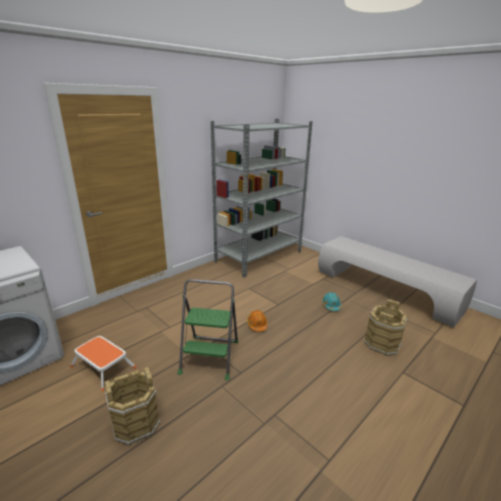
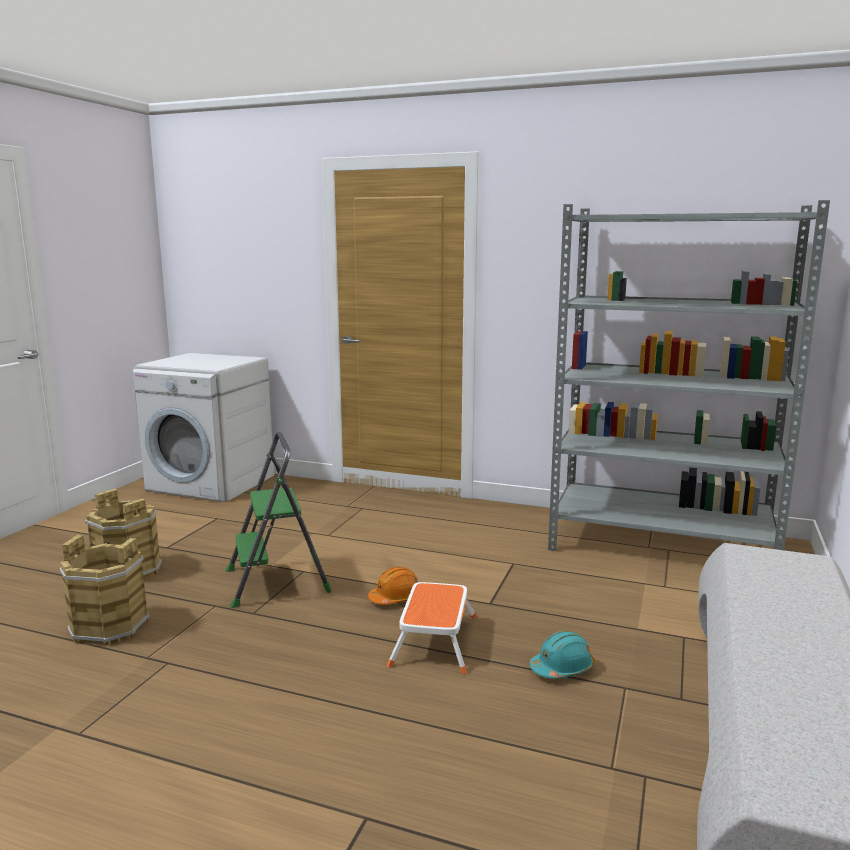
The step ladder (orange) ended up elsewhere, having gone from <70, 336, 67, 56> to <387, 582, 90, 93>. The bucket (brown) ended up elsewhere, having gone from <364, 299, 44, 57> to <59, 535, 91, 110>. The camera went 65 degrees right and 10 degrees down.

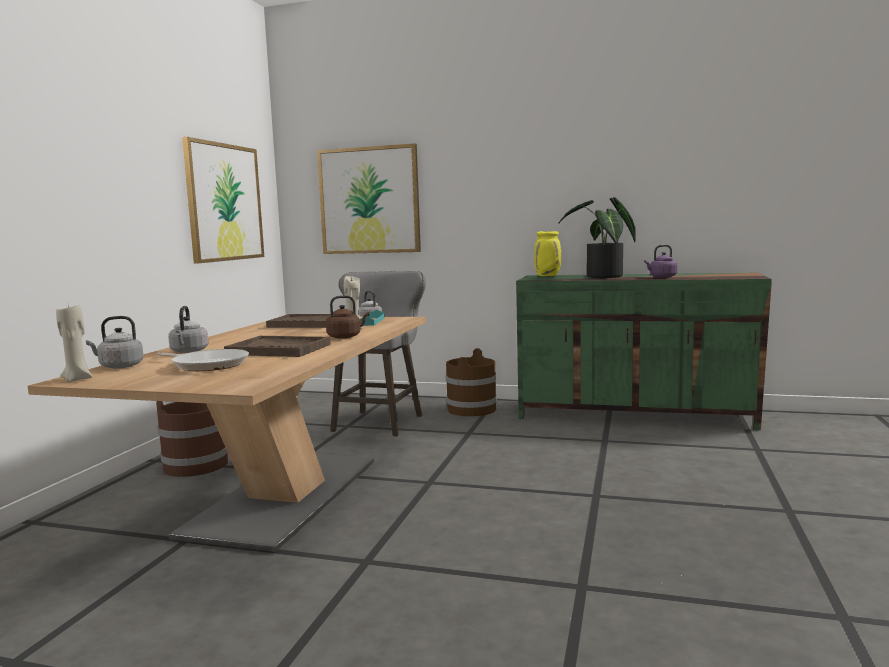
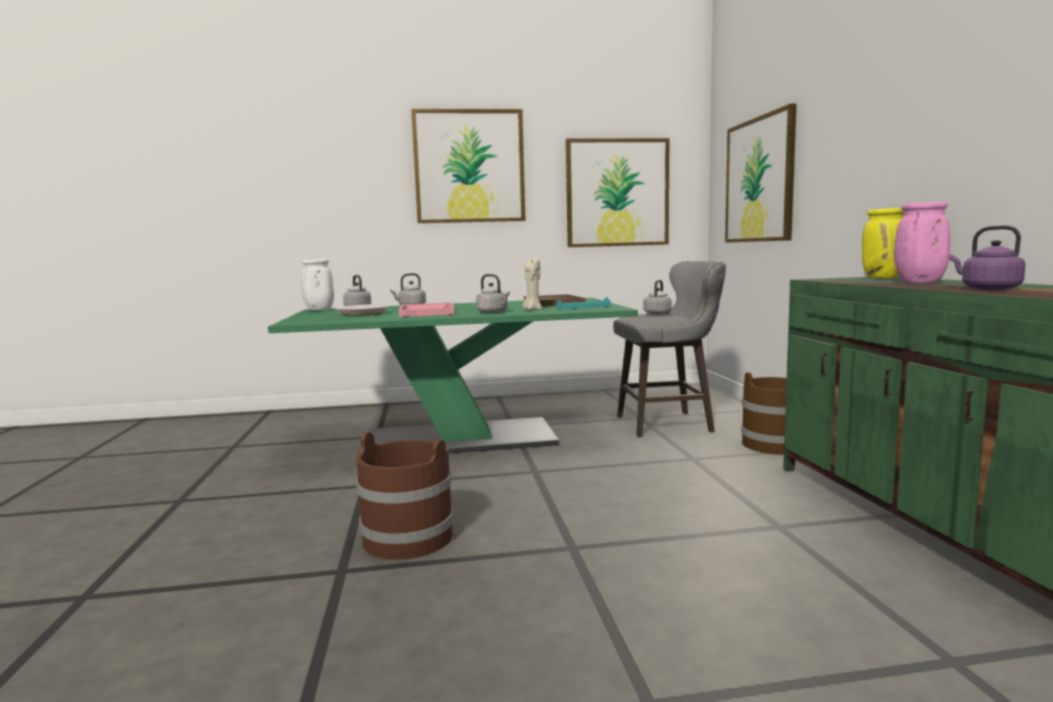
The second view gained the picture at <411, 109, 115, 114>. The bucket (brown) ended up elsewhere, having gone from <156, 401, 72, 76> to <356, 432, 97, 128>. Where the candle (beige) stood at <56, 305, 36, 77>, the vase (white) came to stand at <301, 259, 33, 52>. Where the potted plant stood at <558, 197, 78, 81>, the vase (pink) came to stand at <894, 201, 56, 82>. What was the dining table (beige) at <28, 316, 398, 236> turned into the dining table (green) at <268, 298, 370, 155>. What was the tray (brown) at <224, 336, 107, 21> turned into the tray (pink) at <399, 302, 56, 15>. What was the kettle (brown) at <326, 295, 43, 44> turned into the kettle (grey) at <476, 274, 34, 39>. The camera went 65 degrees right and 0 degrees up.

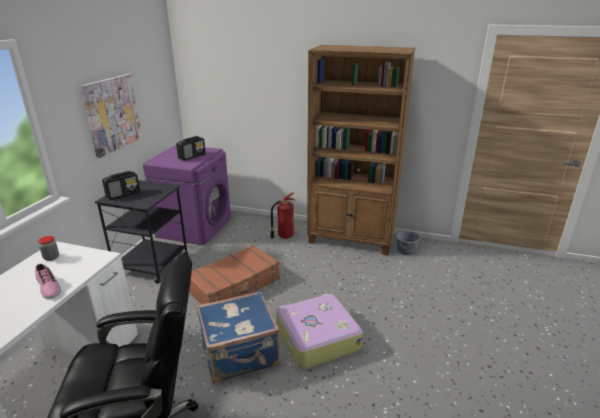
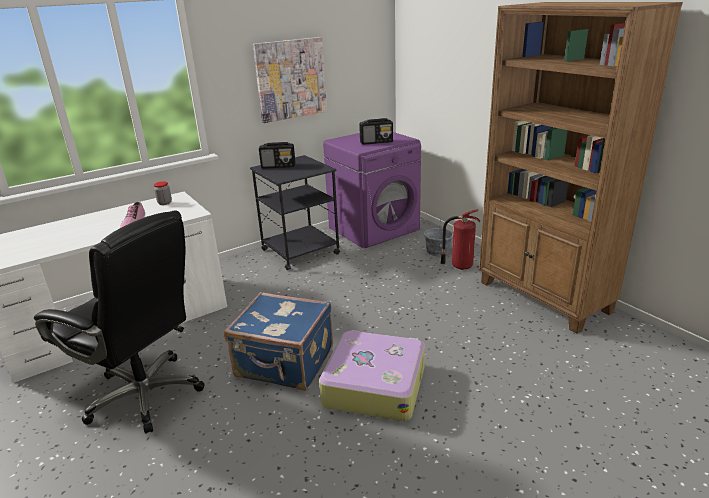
The second view lost the suitcase (brown) at <189, 245, 91, 60>. The bucket (grey) ended up elsewhere, having gone from <396, 225, 25, 30> to <424, 219, 29, 37>. The camera went 40 degrees right and 0 degrees up.

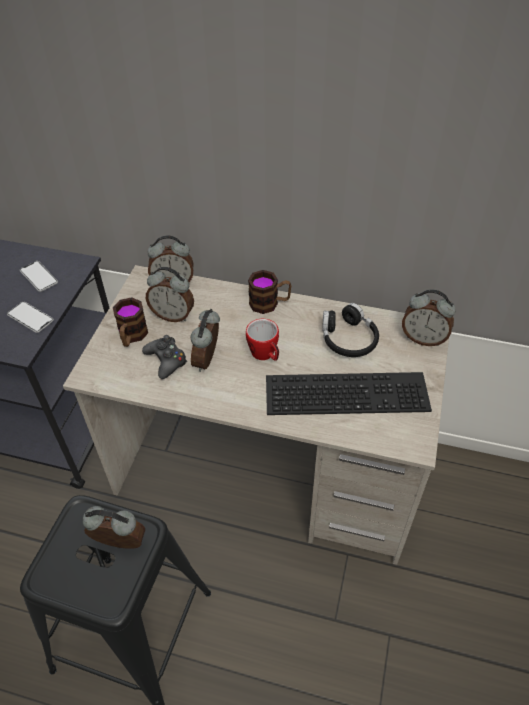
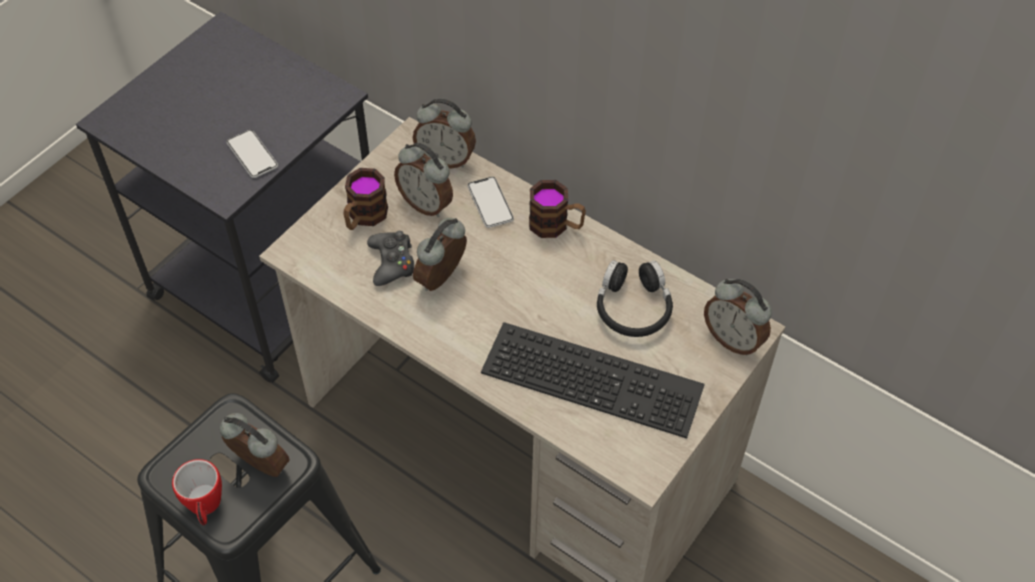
The phone ended up elsewhere, having gone from <20, 261, 38, 31> to <467, 177, 47, 51>. The mug ended up elsewhere, having gone from <246, 319, 33, 42> to <172, 459, 50, 67>. The camera went 20 degrees right and 5 degrees up.

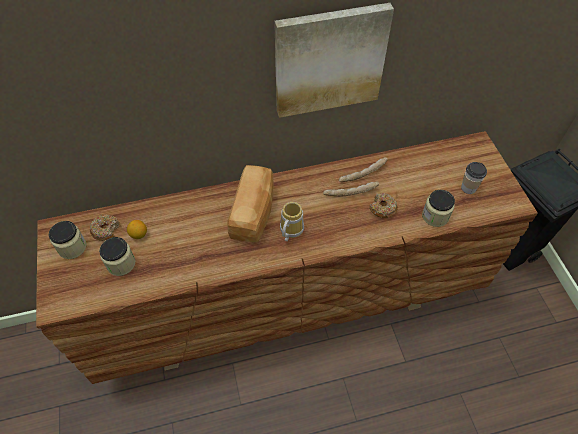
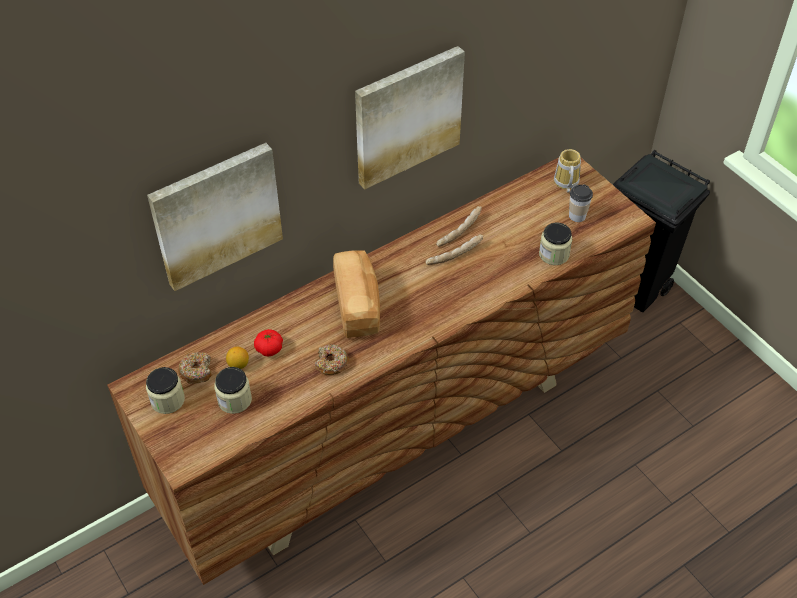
The second view gained the picture at <147, 143, 136, 148>. The second view gained the tomato at <254, 329, 29, 27>. The mug ended up elsewhere, having gone from <280, 202, 24, 39> to <554, 149, 27, 44>. The donut ended up elsewhere, having gone from <369, 193, 29, 25> to <315, 344, 34, 31>. The camera went 20 degrees left and 5 degrees down.

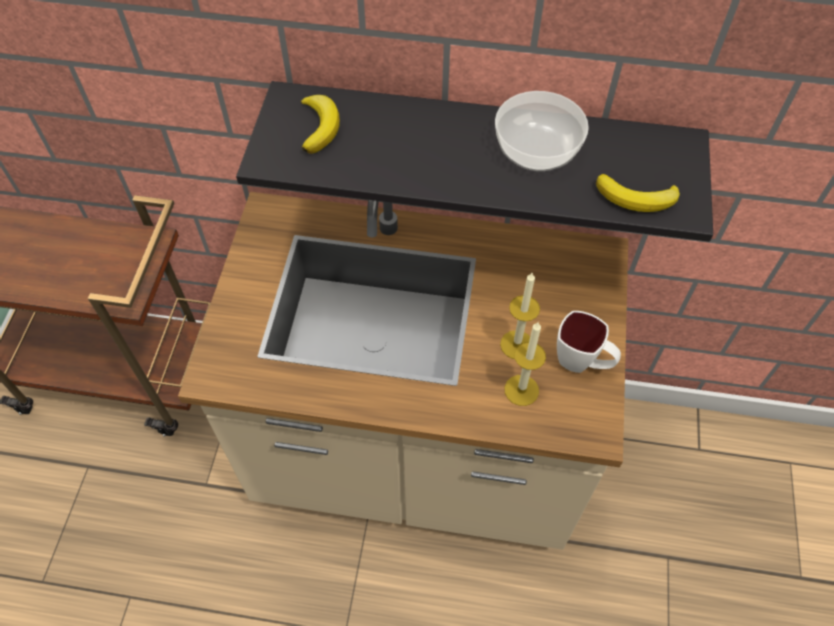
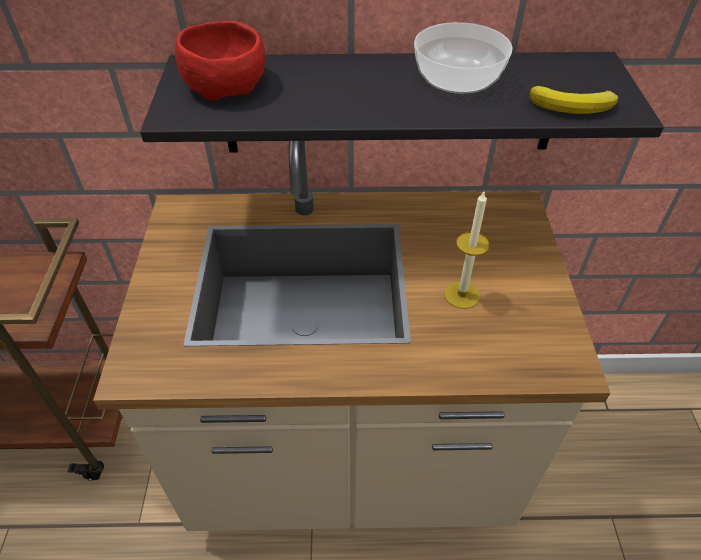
The second view lost the candle at <504, 322, 42, 84>. The second view lost the mug (white) at <557, 311, 64, 62>. Where the banana stood at <301, 95, 39, 59>, the bowl (red) came to stand at <175, 21, 91, 79>. The camera went 10 degrees left and 10 degrees down.

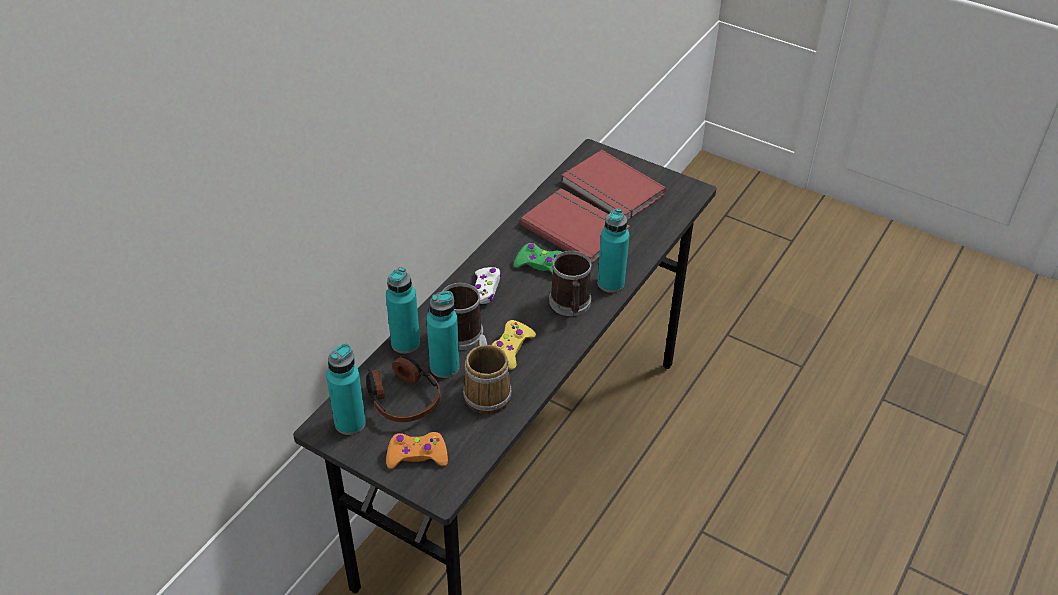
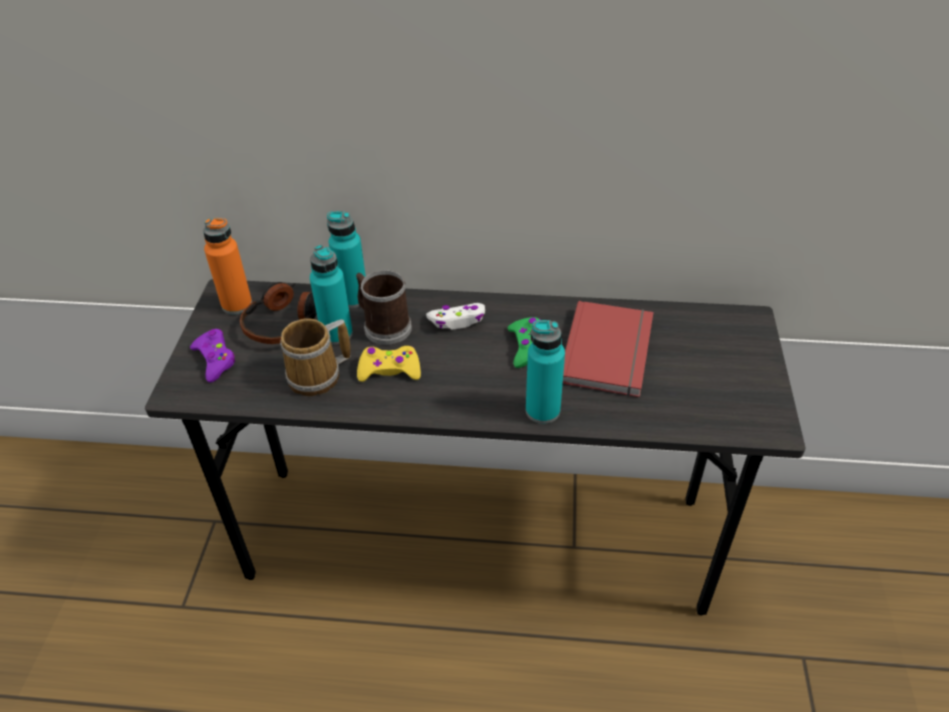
The second view lost the mug at <549, 251, 43, 65>. The second view lost the book (red) at <561, 150, 105, 70>. What was the bottle (turquoise) at <326, 344, 40, 91> turned into the bottle (orange) at <203, 218, 49, 97>. What was the game controller (orange) at <386, 432, 62, 37> turned into the game controller (purple) at <190, 329, 45, 54>. The camera went 65 degrees right and 0 degrees up.

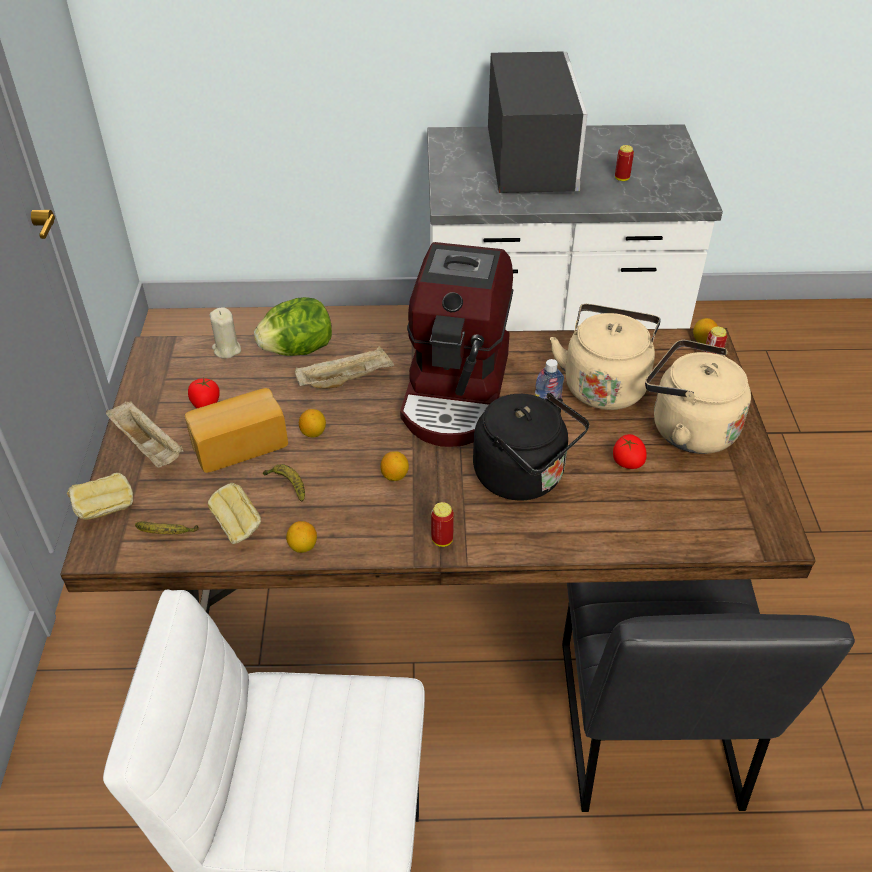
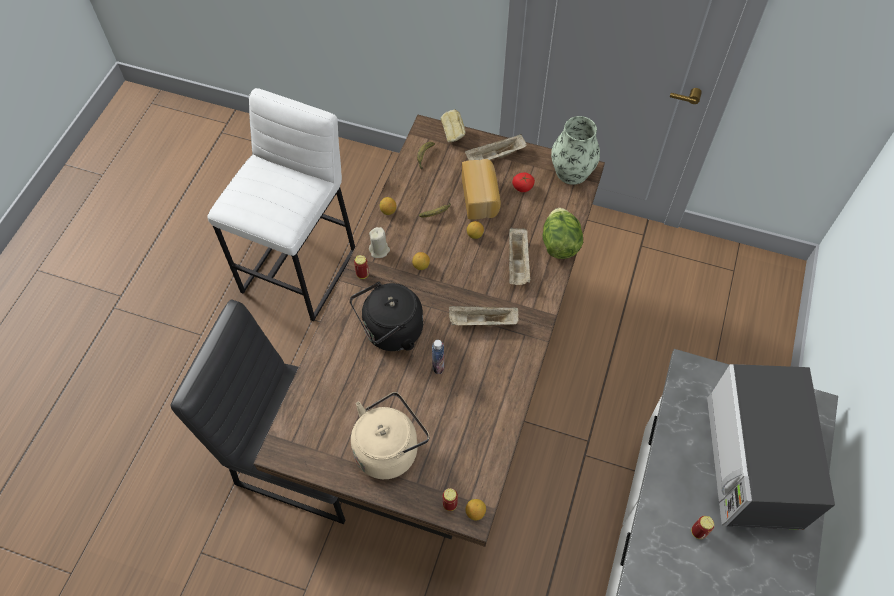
The second view lost the bread at <208, 483, 53, 61>. The second view lost the kettle (beige) at <550, 304, 111, 106>. The second view lost the tomato at <613, 434, 34, 35>. The second view gained the vase at <551, 116, 49, 69>. The candle (beige) ended up elsewhere, having gone from <210, 307, 31, 52> to <369, 227, 21, 31>. Where the coffee machine stood at <400, 242, 113, 205>, the tray (beige) came to stand at <449, 306, 69, 20>. The microwave at <488, 52, 100, 141> ended up facing another way, 75 degrees clockwise from before. The camera went 110 degrees right and 15 degrees up.

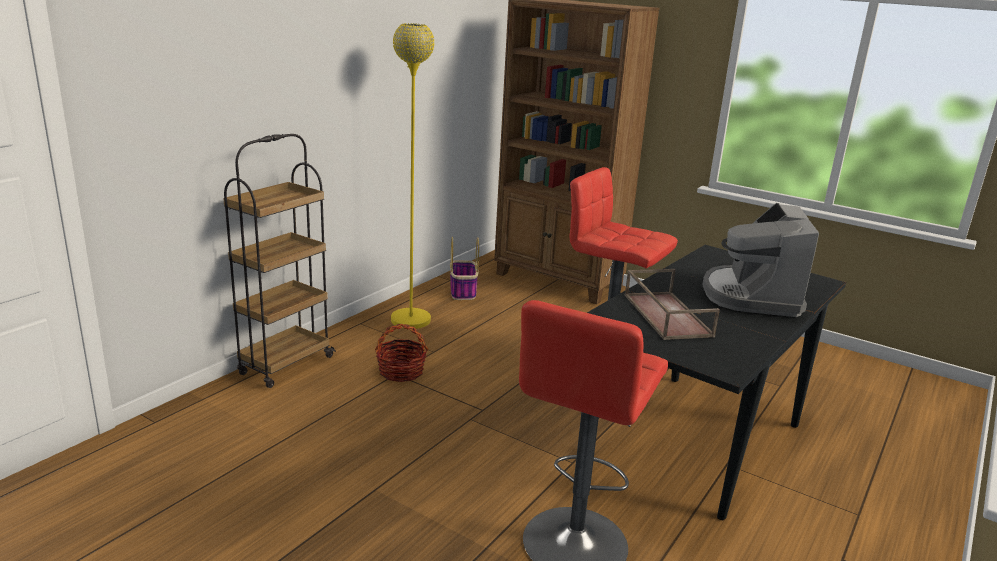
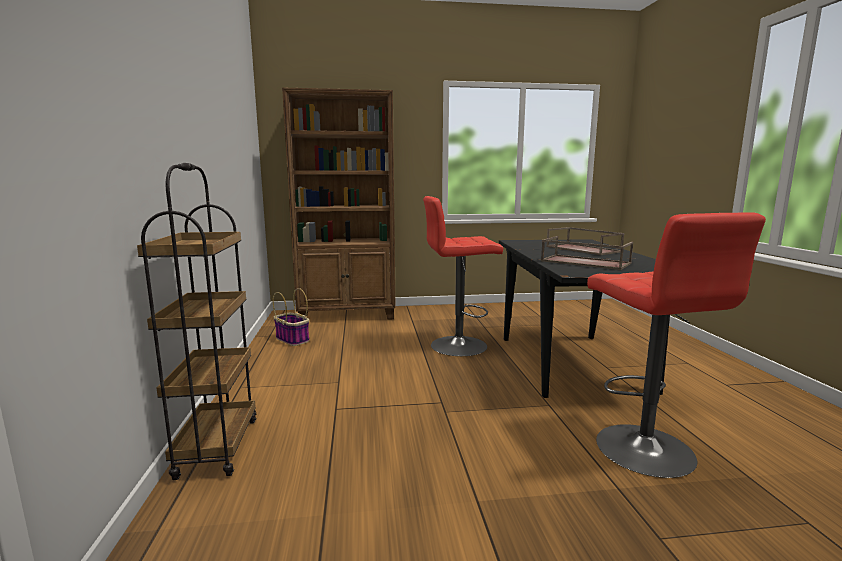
The second view lost the basket at <375, 324, 53, 58>. The second view lost the floor lamp (yellow) at <391, 23, 43, 306>. Where the coffee machine stood at <702, 203, 117, 114>, the tray (brown) came to stand at <546, 227, 79, 28>. The camera went 40 degrees left and 10 degrees down.

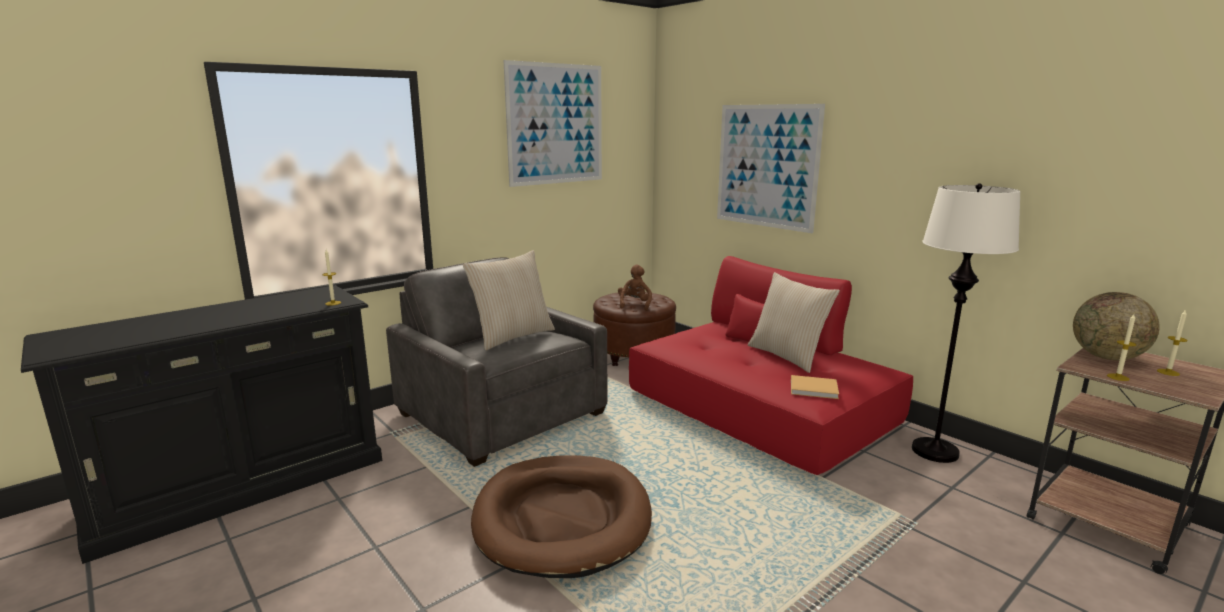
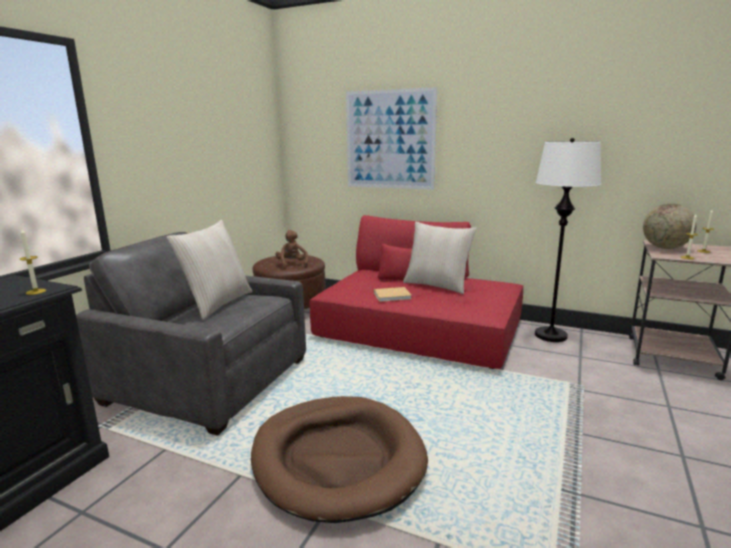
The second view lost the picture at <503, 60, 99, 127>. The book (beige) ended up elsewhere, having gone from <791, 375, 48, 24> to <374, 287, 38, 15>. The camera went 25 degrees left and 0 degrees up.

